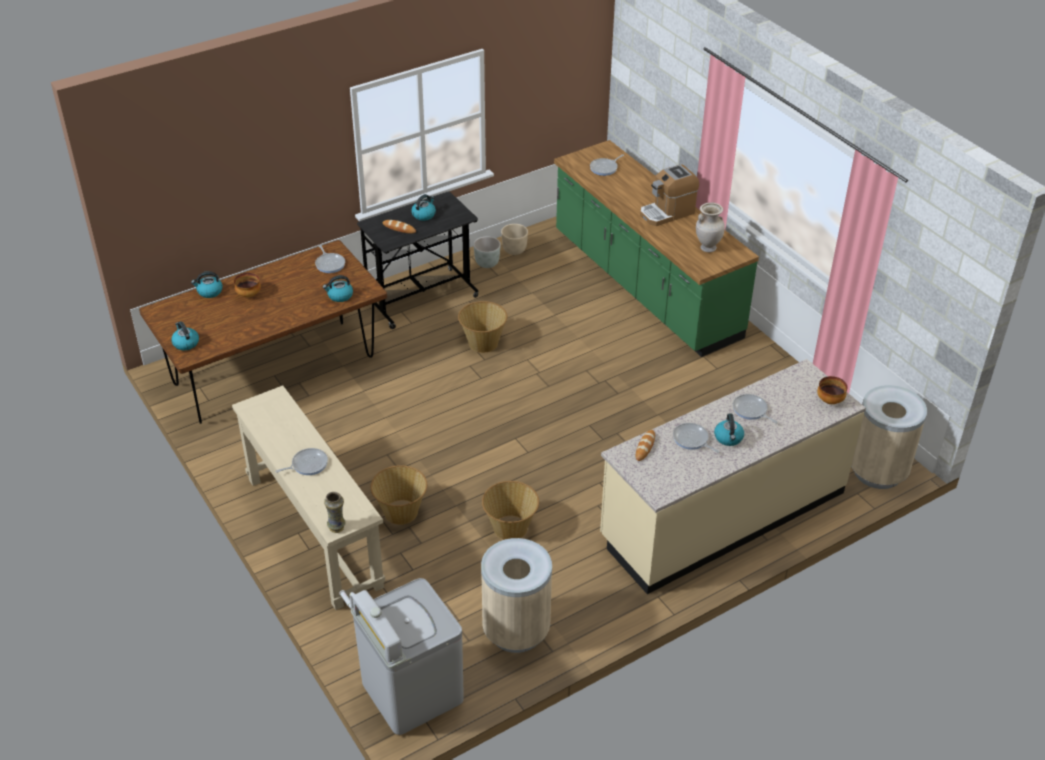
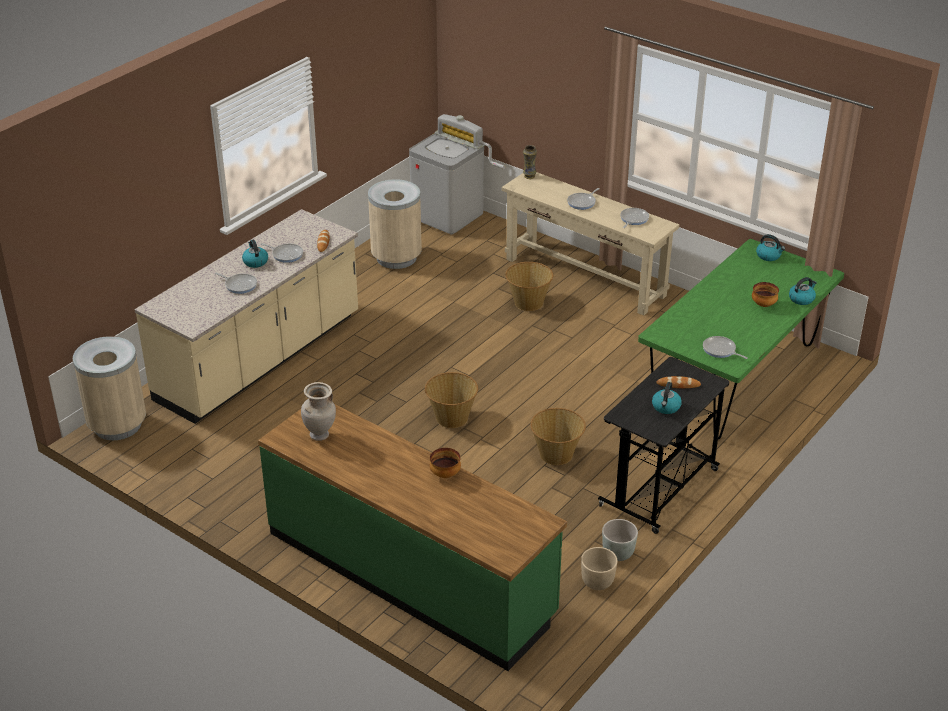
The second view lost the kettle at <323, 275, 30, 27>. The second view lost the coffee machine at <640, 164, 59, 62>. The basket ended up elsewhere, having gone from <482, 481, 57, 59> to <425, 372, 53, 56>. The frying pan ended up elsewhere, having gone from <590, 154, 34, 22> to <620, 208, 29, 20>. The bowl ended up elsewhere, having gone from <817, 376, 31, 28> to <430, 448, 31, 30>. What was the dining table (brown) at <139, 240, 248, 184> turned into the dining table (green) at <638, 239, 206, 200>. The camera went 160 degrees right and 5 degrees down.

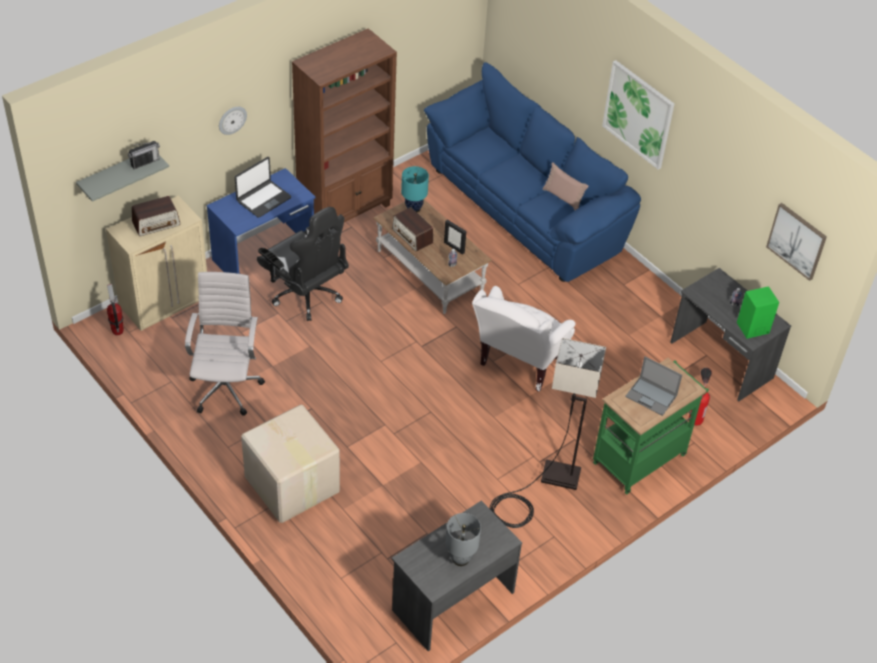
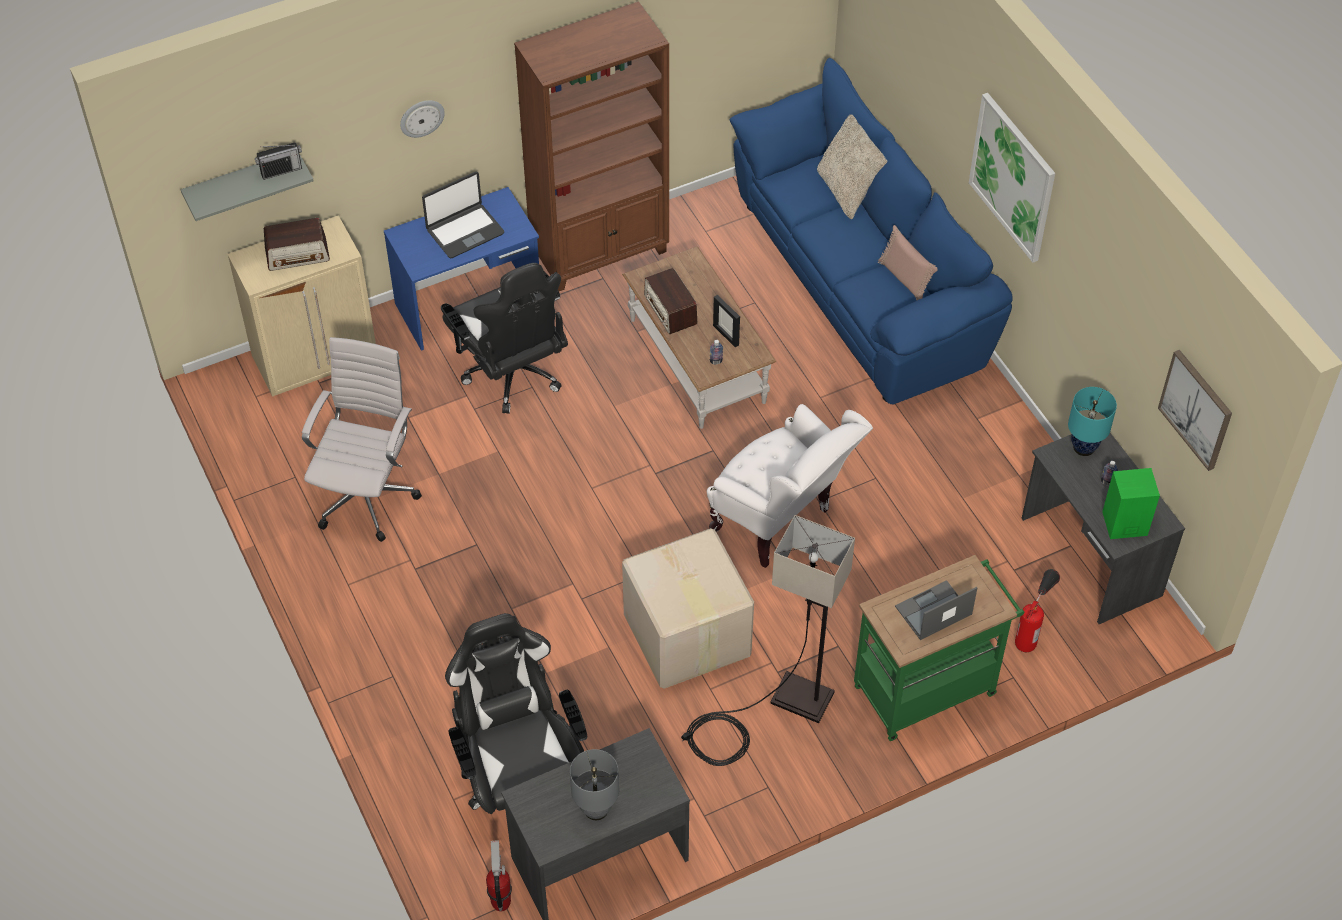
The second view gained the office chair (black) at <445, 613, 142, 201>. The second view gained the pillow (beige) at <817, 114, 70, 105>. The fire extinguisher ended up elsewhere, having gone from <107, 284, 17, 51> to <486, 841, 26, 71>. The cardboard box ended up elsewhere, having gone from <241, 405, 99, 118> to <622, 528, 132, 161>. The table lamp (turquoise) ended up elsewhere, having gone from <401, 166, 28, 46> to <1068, 387, 49, 69>. The armchair (white) at <472, 286, 104, 106> ended up facing another way, 90 degrees counterclockwise from before. The laptop at <625, 357, 57, 59> ended up facing another way, 105 degrees clockwise from before. The camera went 15 degrees right and 5 degrees up.

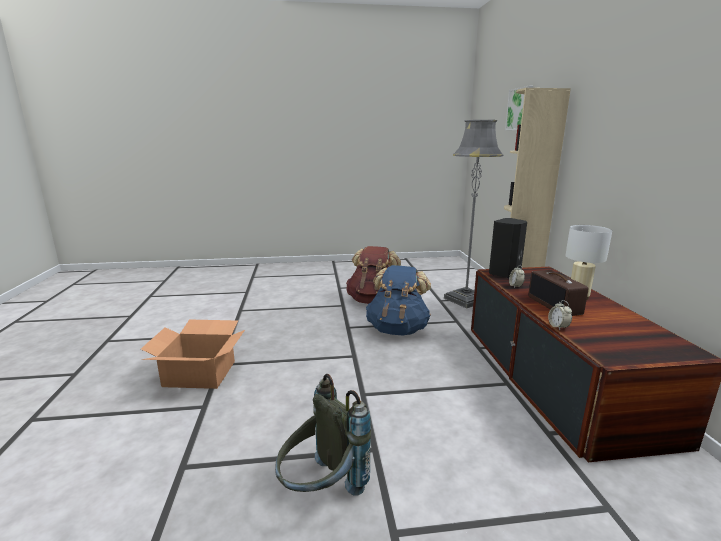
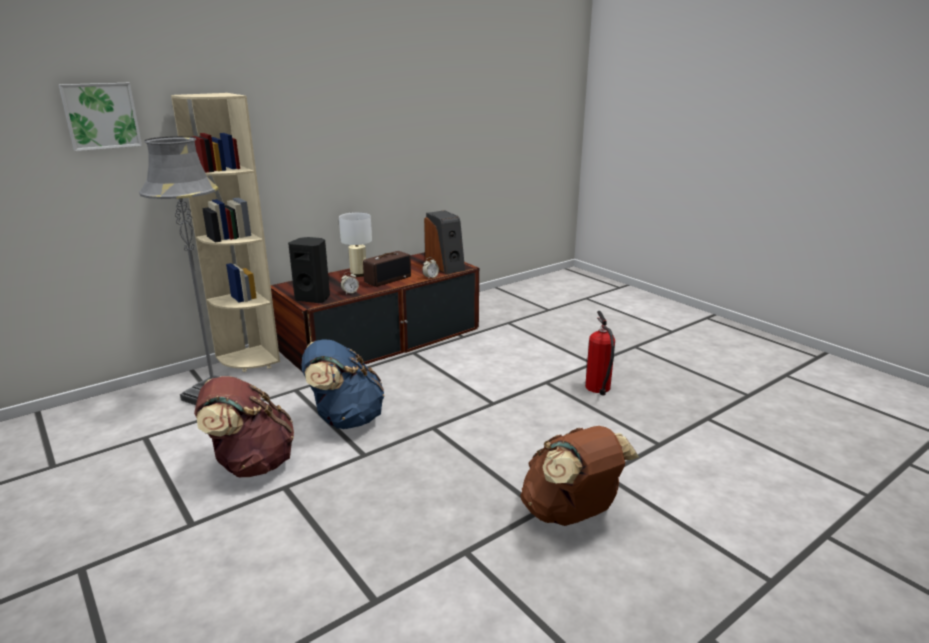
The second view gained the speaker at <424, 210, 41, 64>. Where the cardboard box stood at <141, 319, 104, 70>, the backpack (brown) came to stand at <520, 426, 119, 100>. Where the backpack (grey) stood at <275, 374, 96, 122>, the fire extinguisher came to stand at <585, 311, 30, 85>. The camera went 120 degrees left and 5 degrees up.

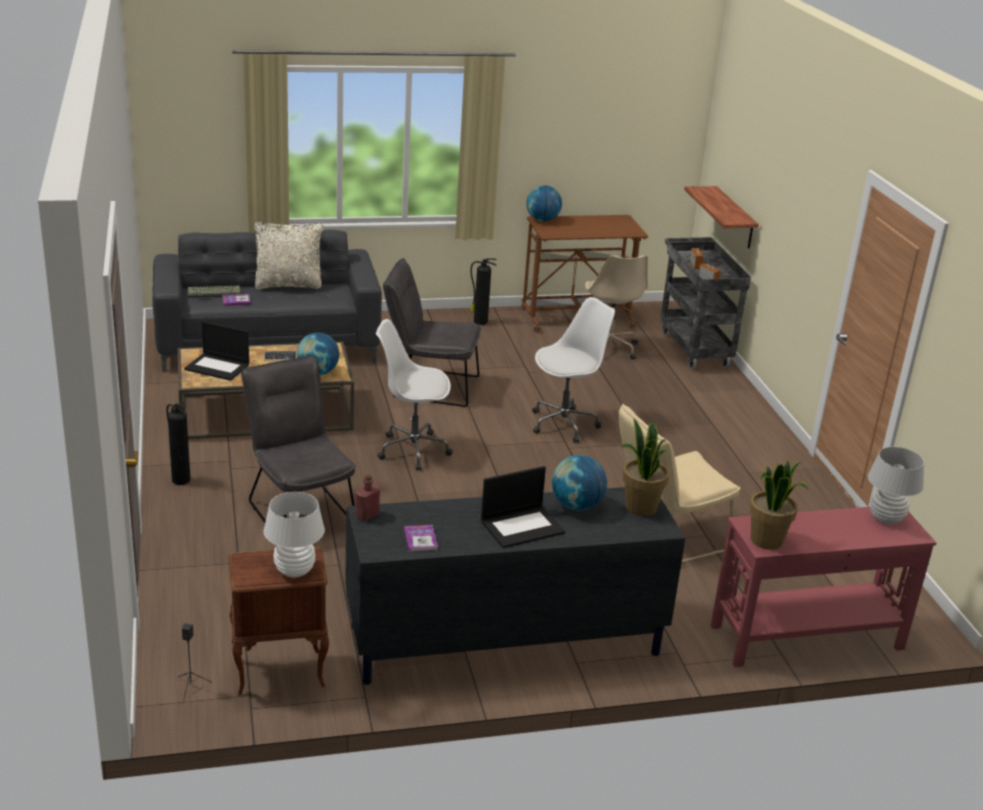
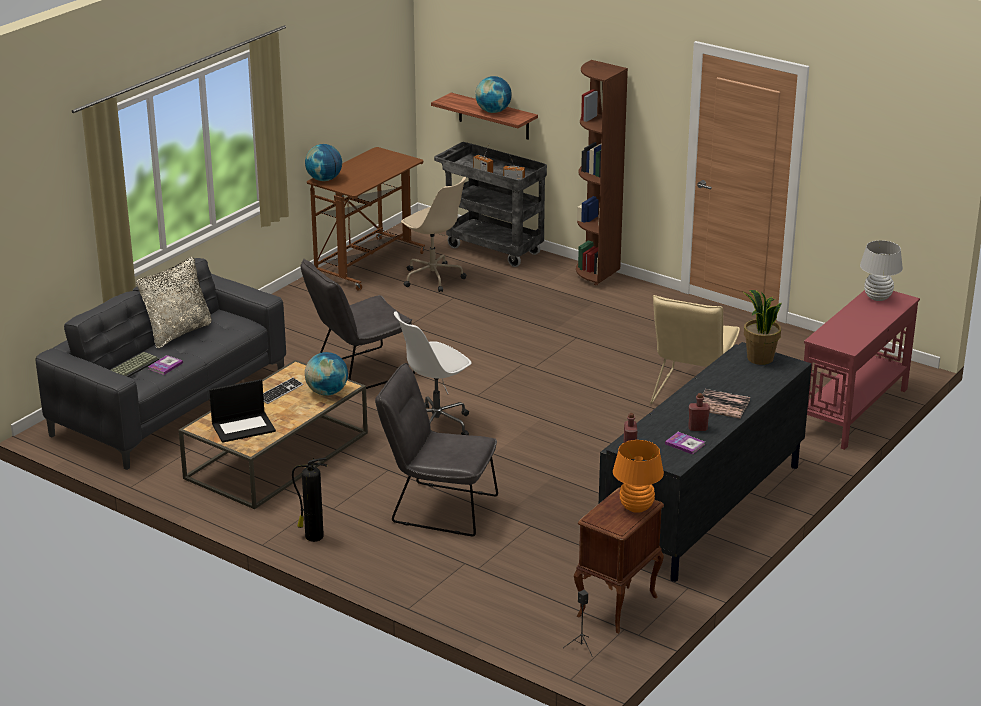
The second view lost the fire extinguisher at <470, 258, 27, 67>. The second view lost the office chair (white) at <532, 297, 83, 146>. The second view lost the potted plant at <749, 459, 59, 91>. The second view gained the bookcase (brown) at <576, 60, 52, 225>. The second view gained the bottle (red) at <688, 393, 22, 38>. The globe ended up elsewhere, having gone from <552, 455, 55, 55> to <475, 76, 37, 37>. Where the laptop stood at <481, 466, 84, 82>, the book came to stand at <703, 389, 47, 29>. What was the table lamp (white) at <264, 492, 61, 86> turned into the table lamp (orange) at <613, 440, 51, 73>. The camera went 40 degrees left and 0 degrees up.

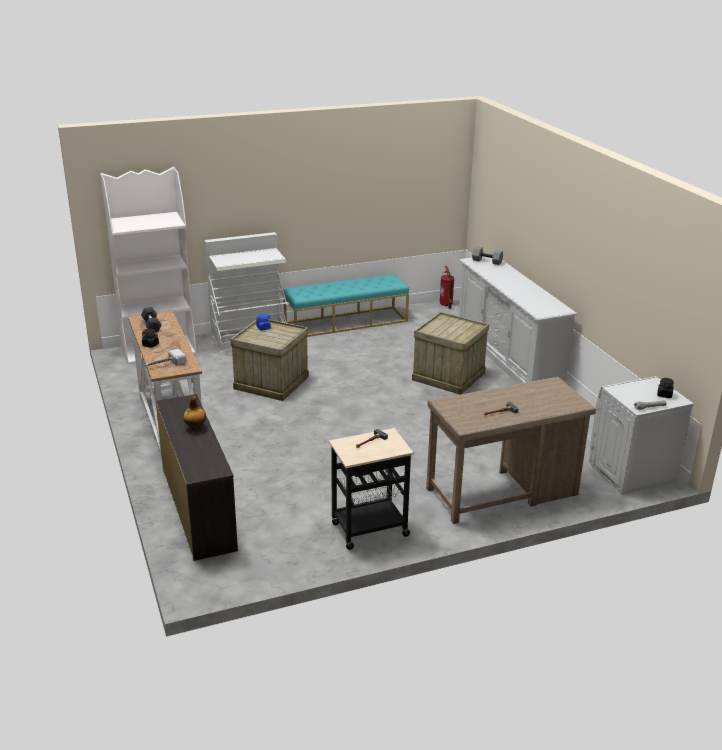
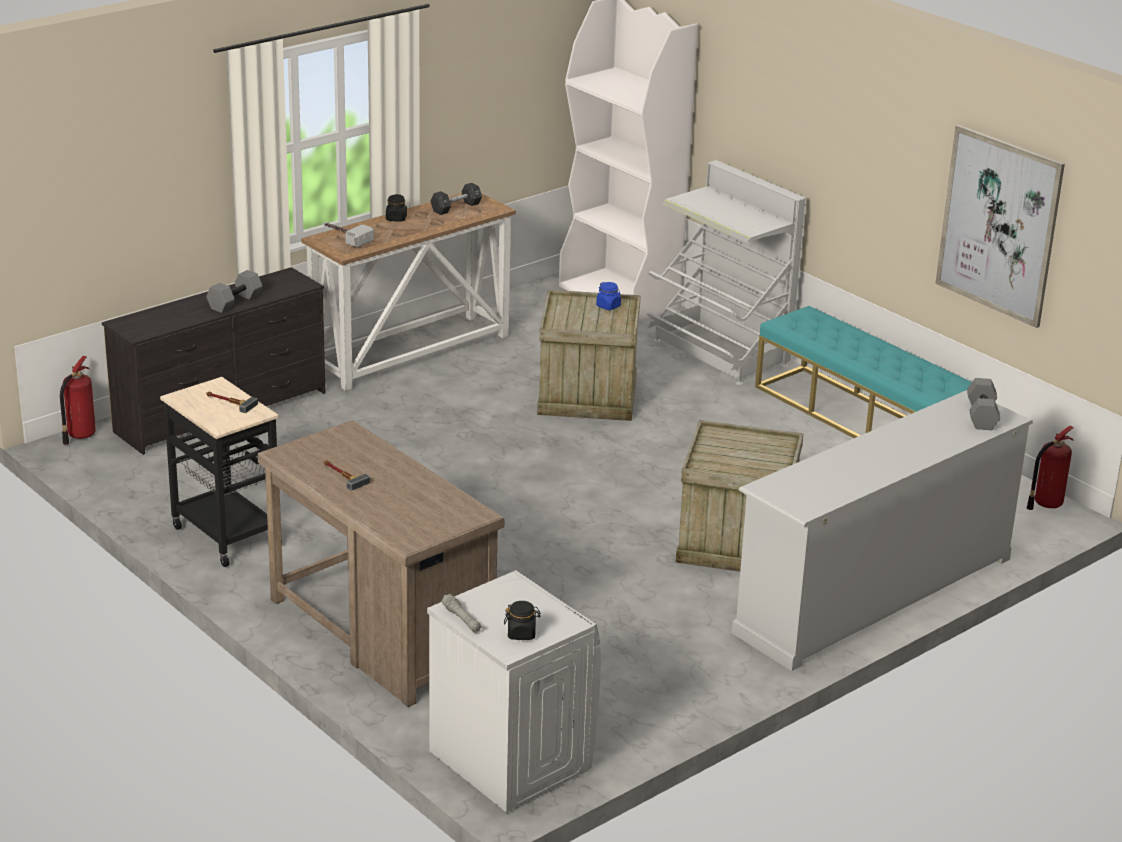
The second view gained the fire extinguisher at <60, 356, 36, 89>. The second view gained the picture at <935, 125, 130, 203>. Where the bottle stood at <183, 396, 23, 34>, the dumbbell (grey) came to stand at <206, 270, 56, 43>. The camera went 70 degrees right and 0 degrees up.

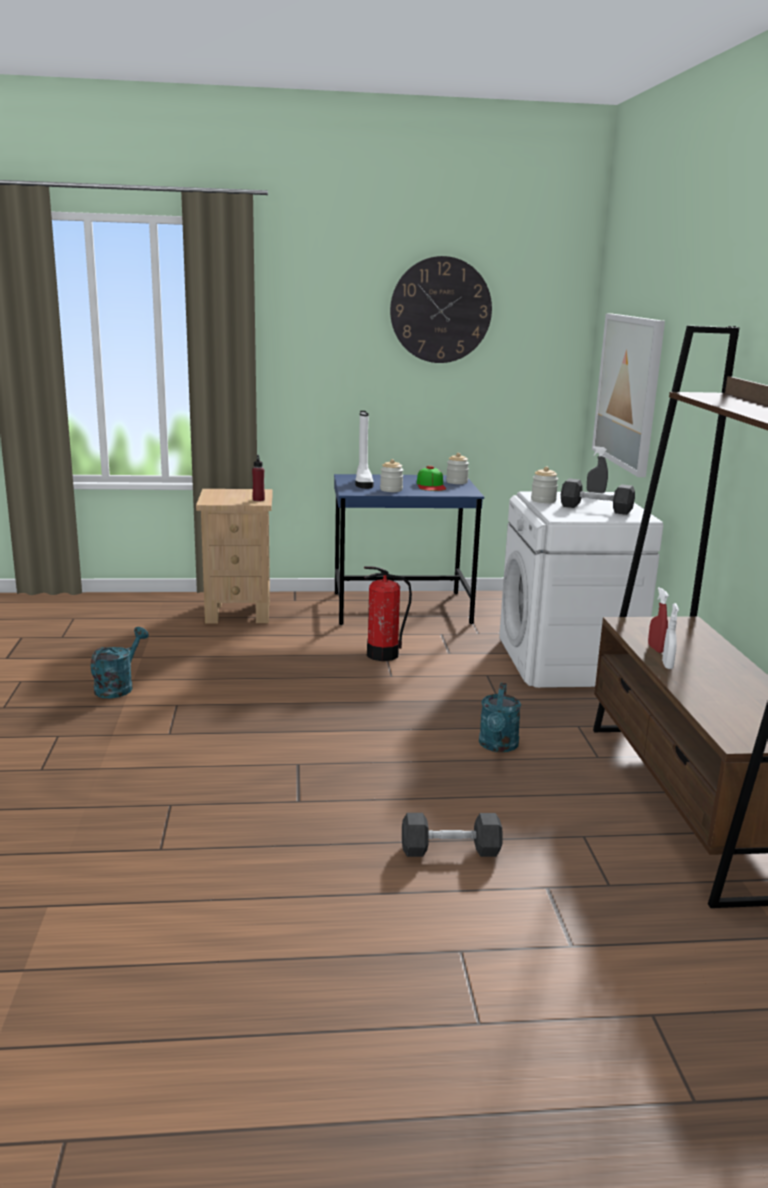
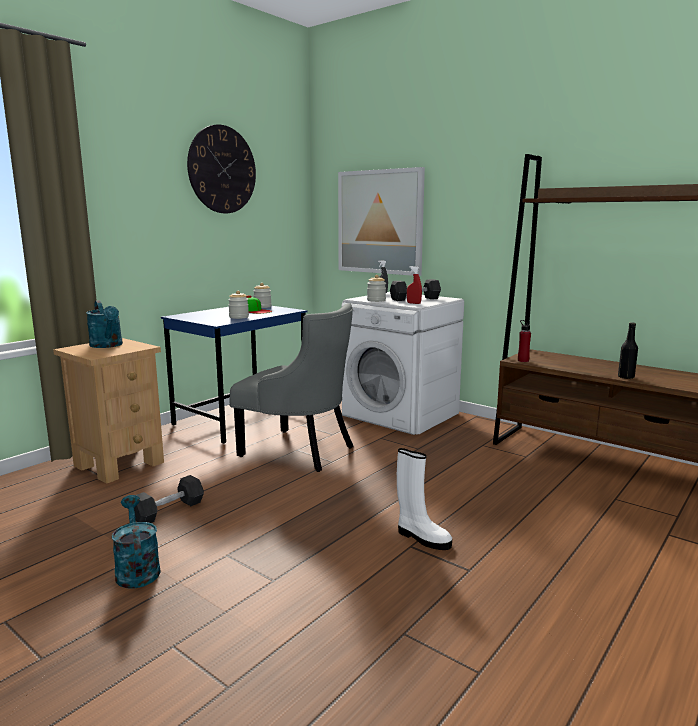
The second view lost the spray bottle (white) at <662, 603, 17, 66>. The second view gained the bottle (black) at <618, 322, 20, 57>. The bottle (red) ended up elsewhere, having gone from <252, 455, 13, 46> to <518, 320, 13, 42>. The boot (white) ended up elsewhere, having gone from <355, 411, 19, 78> to <397, 448, 55, 102>. The dumbbell (black) ended up elsewhere, having gone from <402, 813, 101, 44> to <134, 475, 70, 48>. The watering can (turquoise) ended up elsewhere, having gone from <479, 683, 42, 69> to <86, 300, 37, 48>. The spray bottle (red) ended up elsewhere, having gone from <648, 587, 21, 66> to <407, 266, 15, 38>. Where the fire extinguisher stood at <364, 566, 48, 95>, the chair (grey) came to stand at <229, 303, 125, 169>. The camera went 45 degrees left and 5 degrees down.

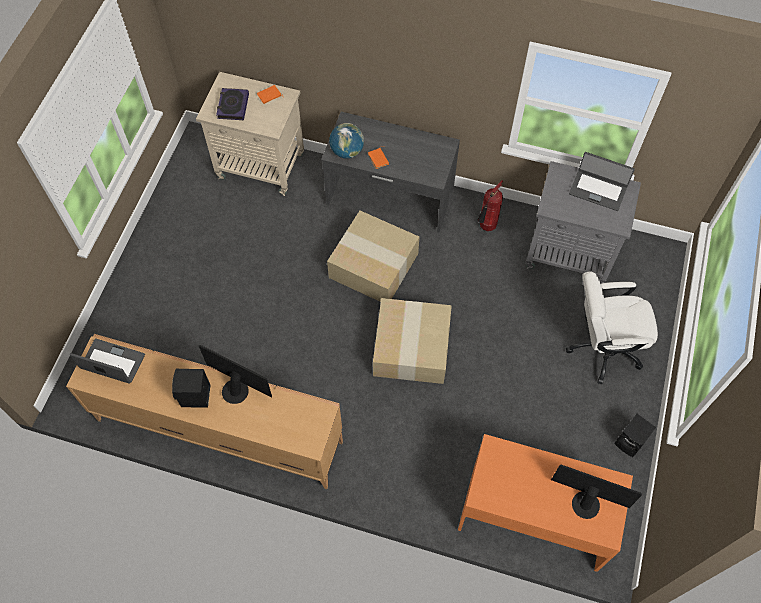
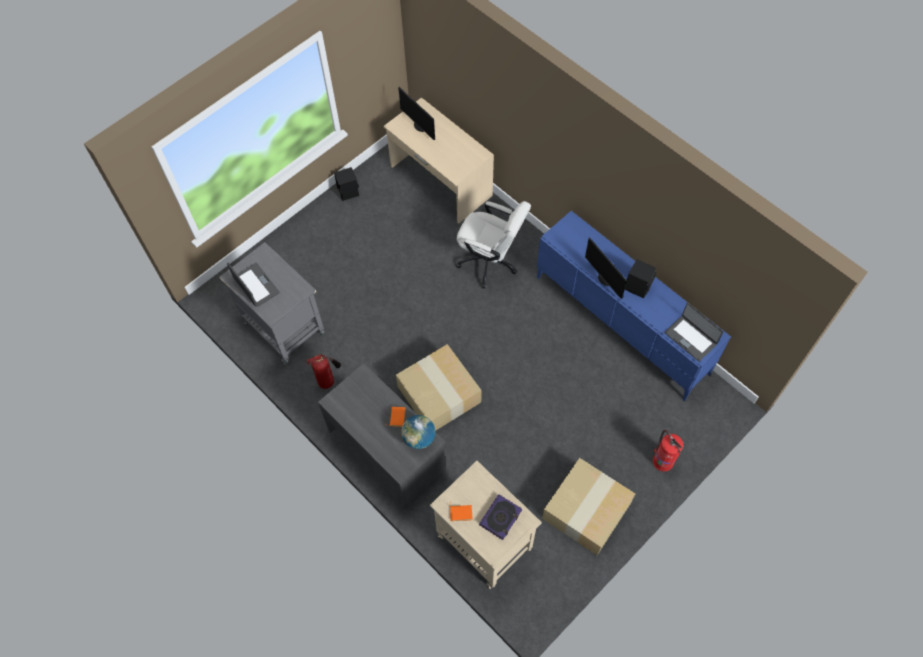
The second view gained the fire extinguisher at <653, 430, 30, 42>. The cardboard box ended up elsewhere, having gone from <373, 298, 79, 86> to <542, 458, 93, 97>. The office chair (white) ended up elsewhere, having gone from <566, 271, 92, 113> to <456, 201, 75, 88>. What was the cabinet (brown) at <66, 334, 277, 155> turned into the cabinet (blue) at <537, 211, 194, 190>. What was the desk (orange) at <458, 434, 175, 138> turned into the desk (beige) at <384, 97, 110, 127>. The camera went 150 degrees left and 0 degrees up.

